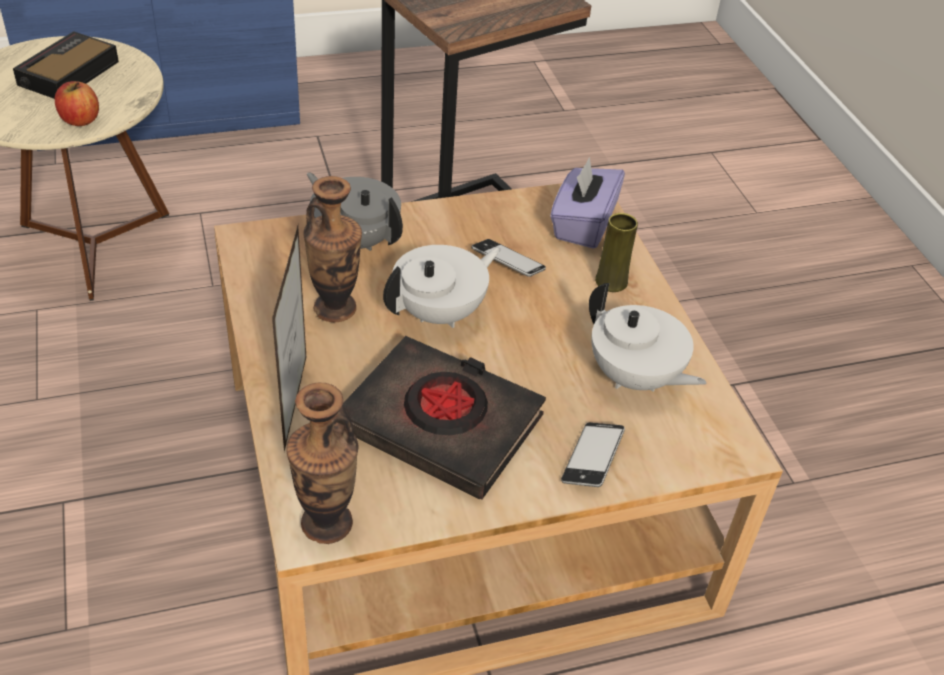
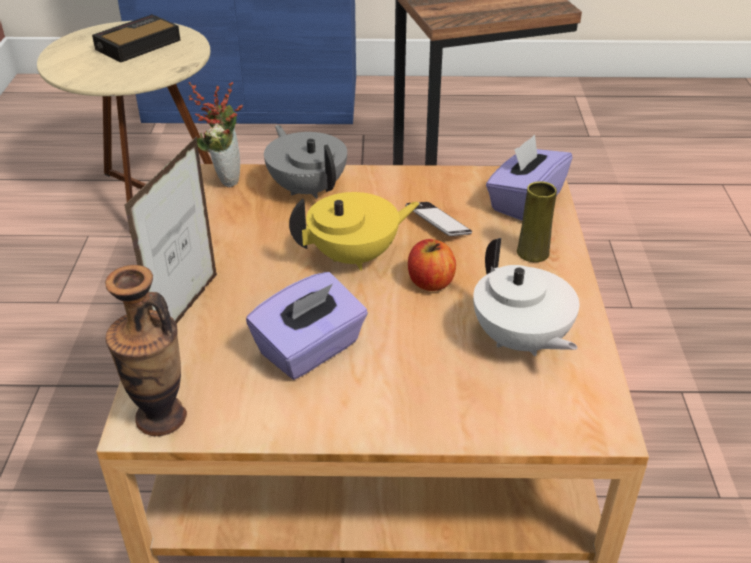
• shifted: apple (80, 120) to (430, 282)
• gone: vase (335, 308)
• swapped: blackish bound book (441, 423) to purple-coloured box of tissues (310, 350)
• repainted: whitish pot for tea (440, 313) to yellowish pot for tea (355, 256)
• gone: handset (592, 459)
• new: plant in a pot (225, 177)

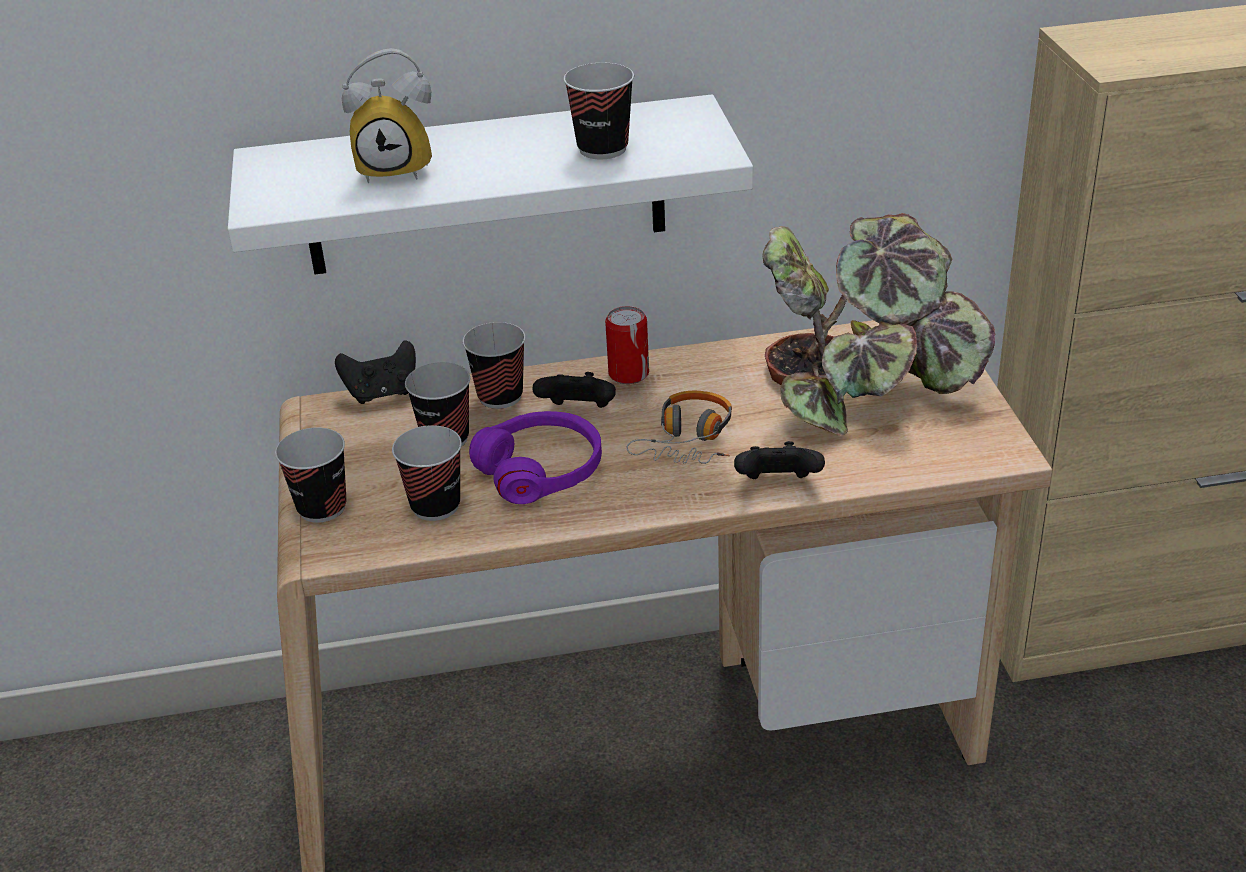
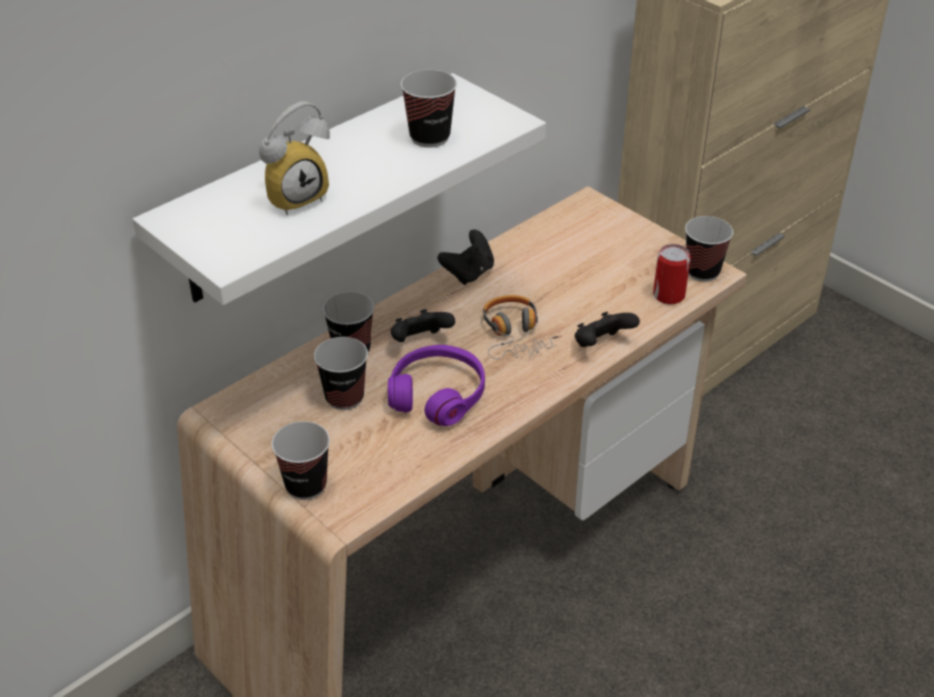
• shifted: blackish game controller (382, 393) to (469, 273)
• shifted: cup (435, 506) to (702, 272)
• shifted: sealed can (628, 374) to (669, 295)
• gone: plant in a pot (865, 387)

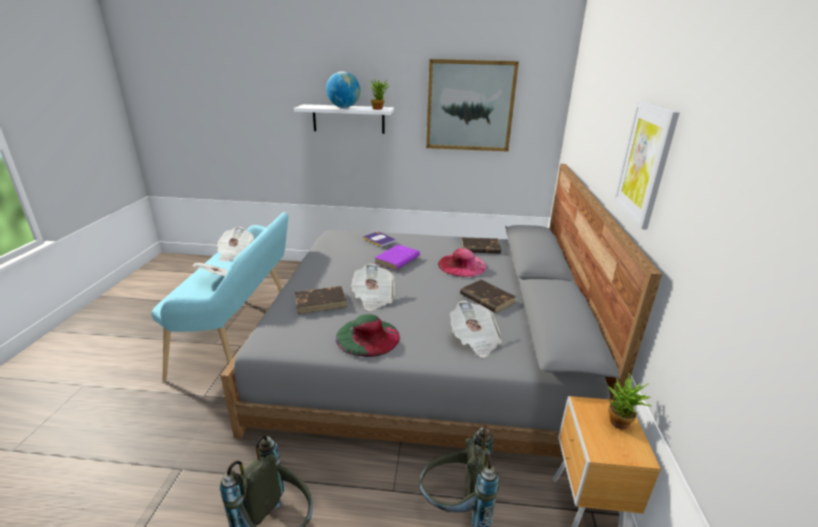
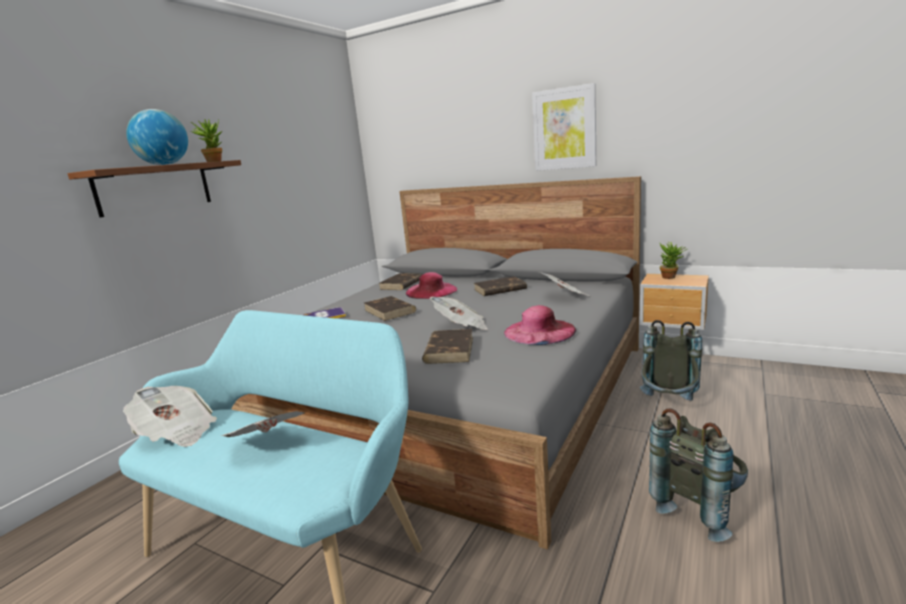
• repainted: whitish shelf (348, 119) to brownish shelf (154, 188)
• repainted: green-coloured wearable hat (367, 337) to pinkish wearable hat (539, 331)
• repainted: purple-coloured bound book (397, 260) to brownish bound book (390, 311)
• gone: wall picture (470, 106)

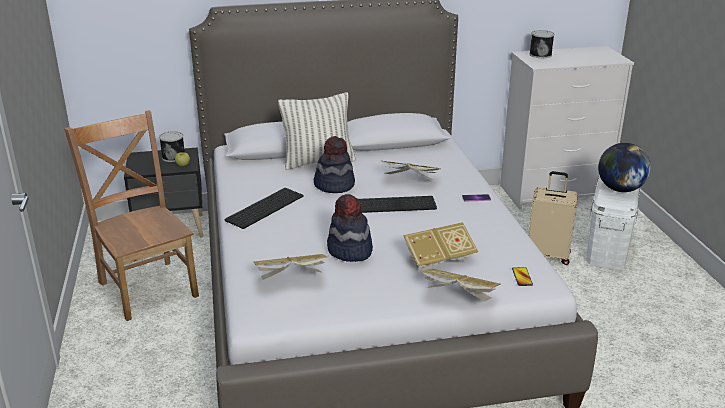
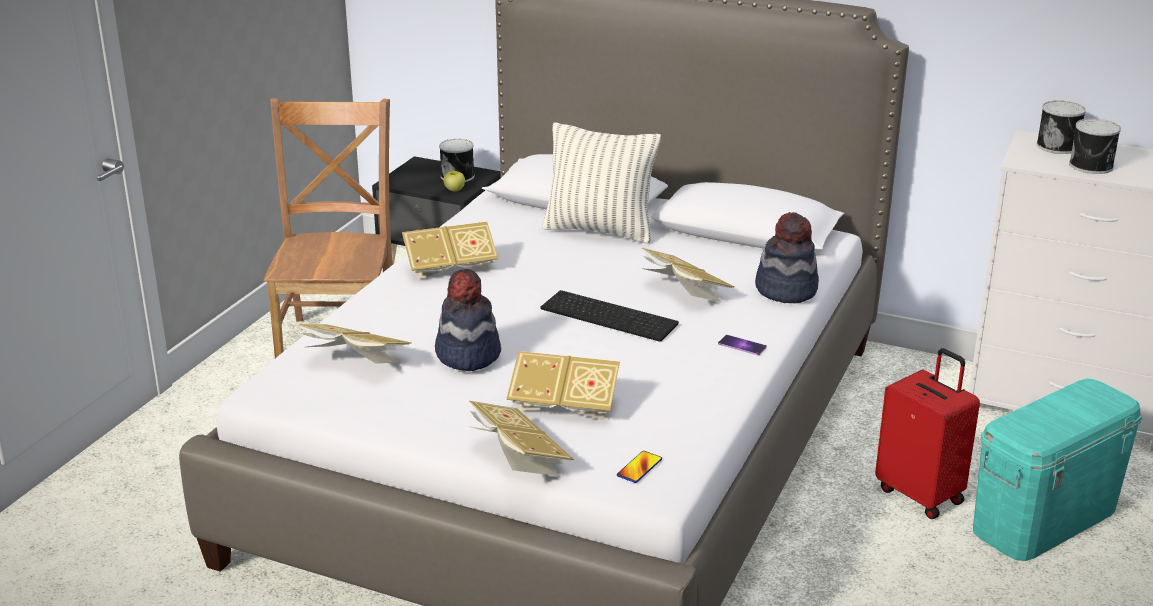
• swapped: keyboard (264, 207) to bound book (450, 268)
• shifted: wearable hat (334, 185) to (786, 290)
• repainted: beige-coloured travel case (548, 255) to red travel case (921, 494)
• repainted: whitish storage box (607, 246) to blue-green storage box (1044, 519)
• gone: desk globe (620, 189)
• new: sealed can (1092, 166)

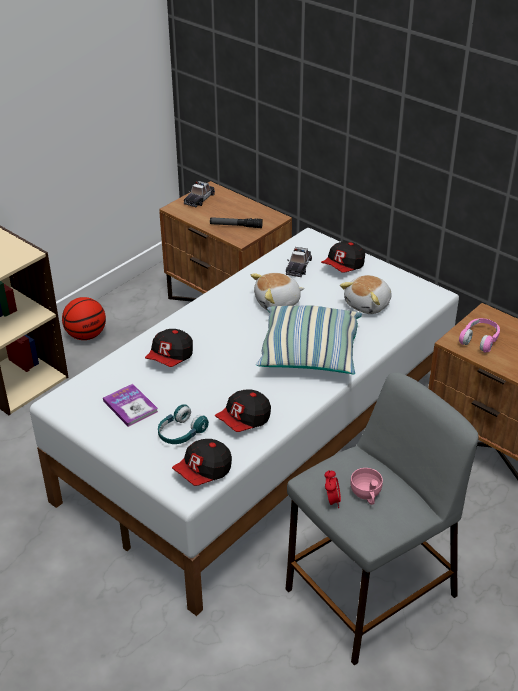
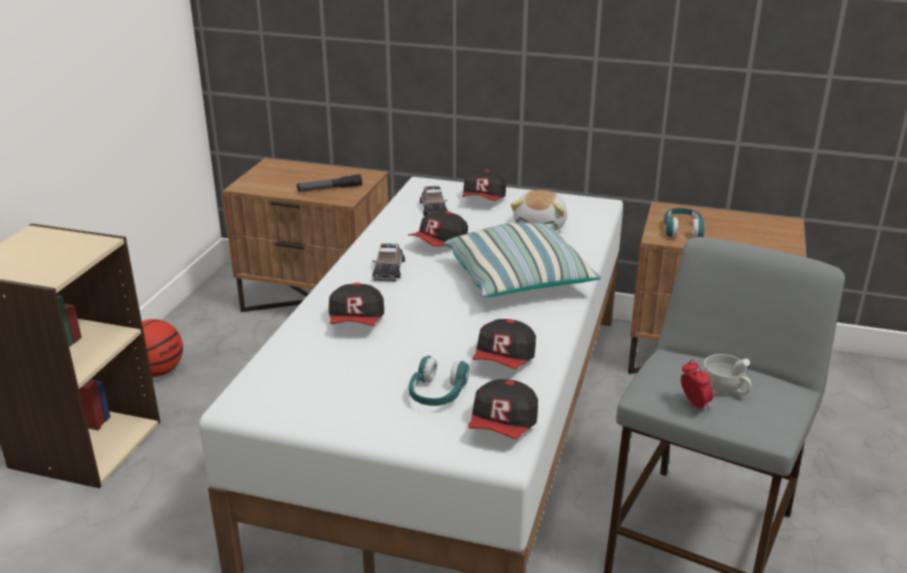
• gone: bound book (130, 406)
• shifted: miniature car (199, 199) to (388, 270)
• swapped: soft toy (277, 303) to cap (440, 244)
• repainted: pinkish cup (366, 495) to whitish cup (726, 389)
• repainted: pinkish headset (480, 340) to blue-green headset (682, 230)

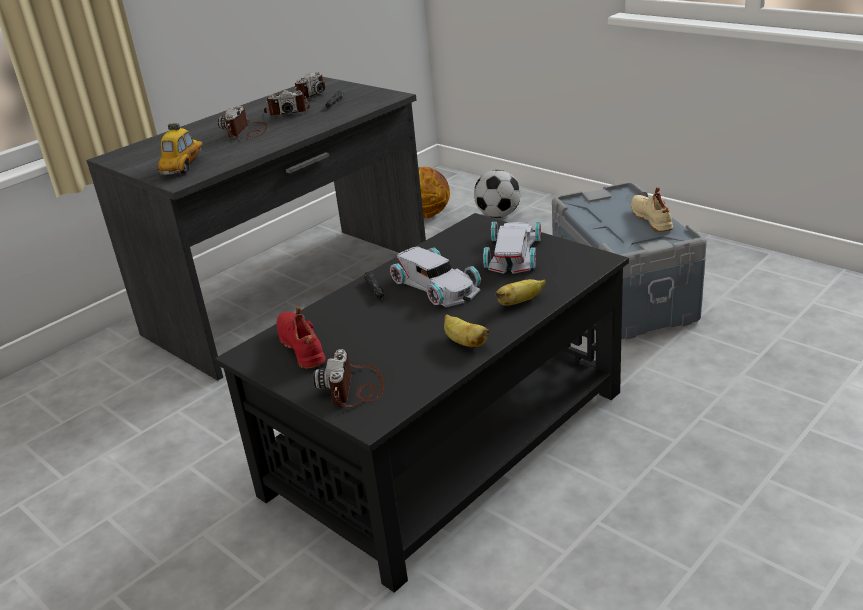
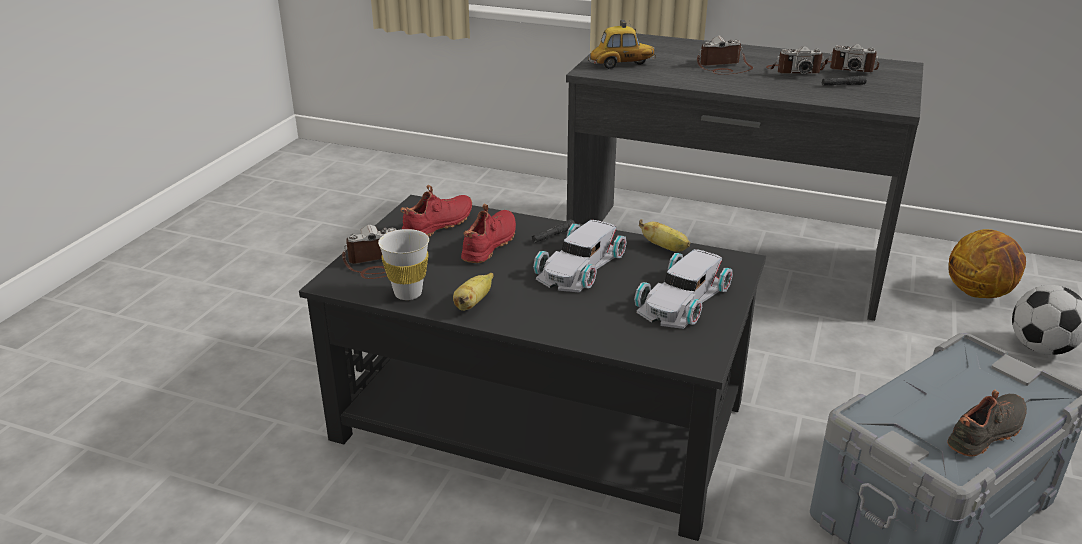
• rotated: photo camera (287, 112) = (794, 71) 60 degrees counterclockwise
• rotated: whitish miniature car (514, 252) = (681, 298) 135 degrees clockwise
• shifted: banana fruit (519, 302) to (665, 248)
• repainted: beige-coloured shoe (652, 219) to blackish shoe (988, 434)
• new: whitish cup (408, 293)
• new: red shoe (491, 245)

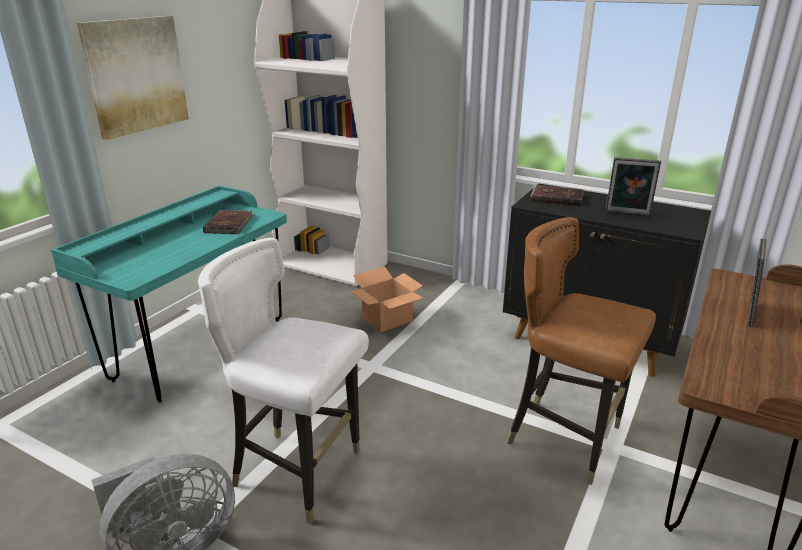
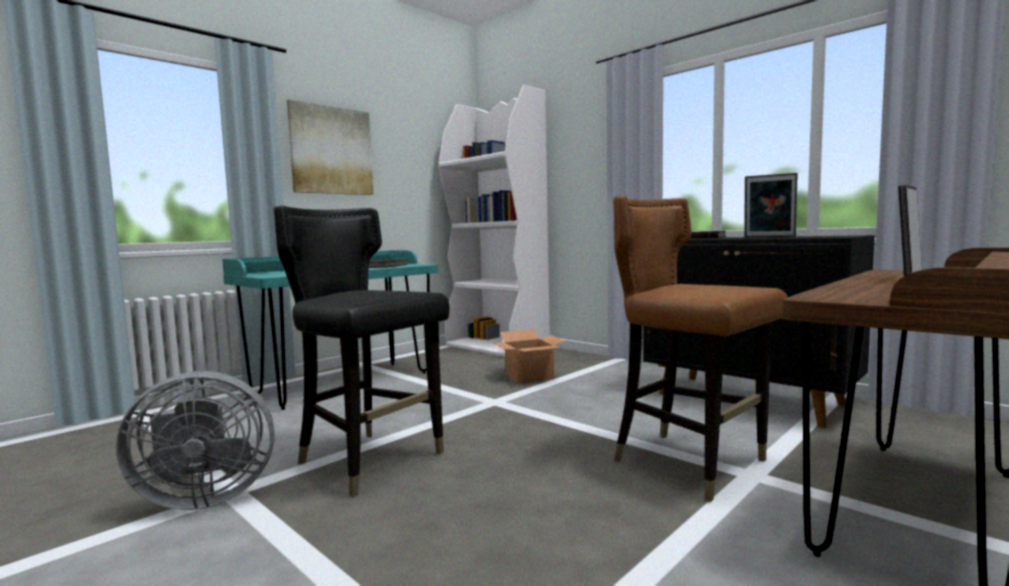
• repainted: whitish chair (298, 472) to blackish chair (370, 461)

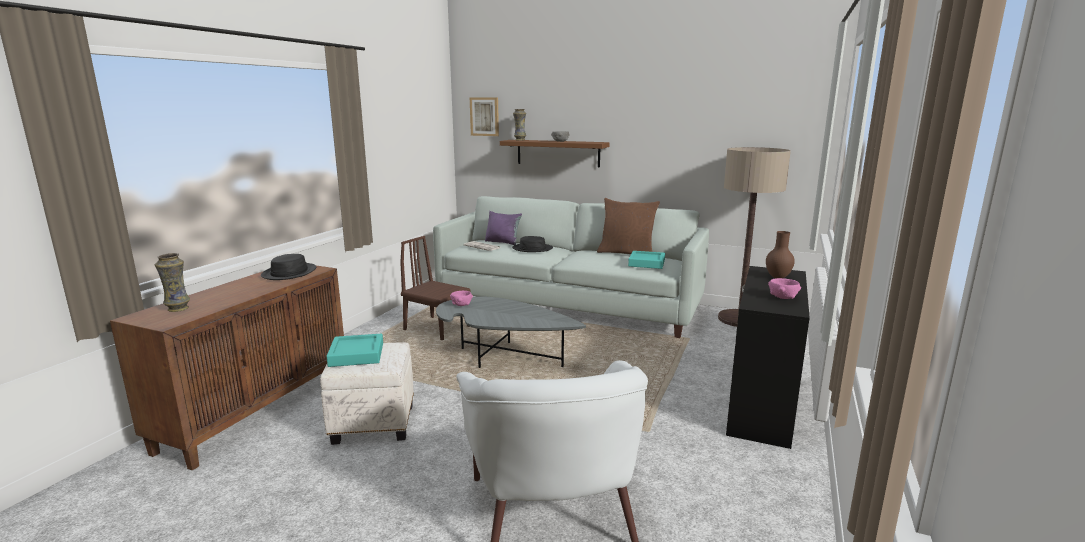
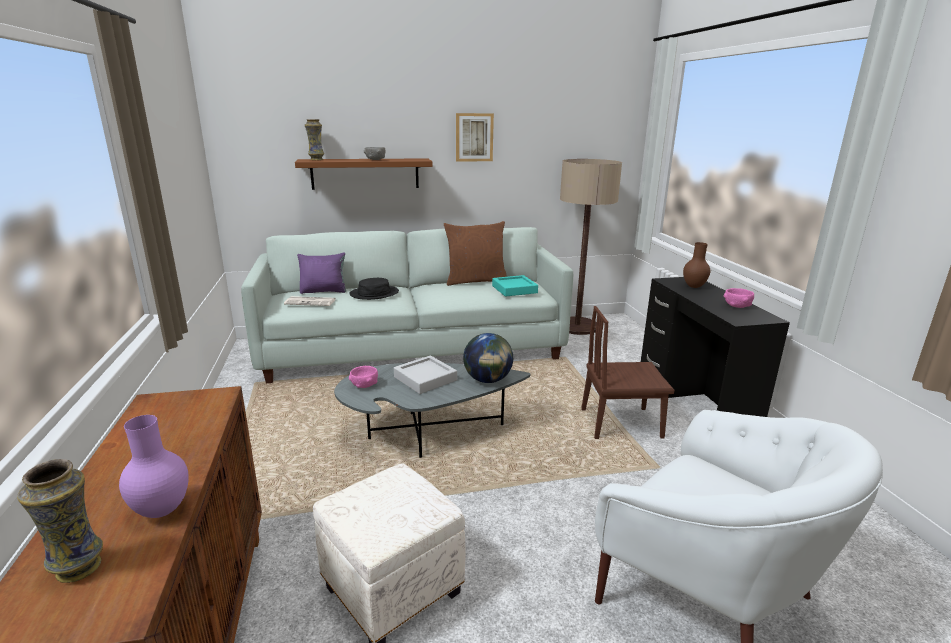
• gone: blackish wearable hat (289, 273)
• gone: blue-green serving tray (356, 355)
• shifted: brownish chair (437, 328) to (621, 423)
• shifted: wall picture (484, 116) to (474, 137)
• new: purple-coloured vase (160, 511)
• new: gray serving tray (425, 378)
• new: desk globe (488, 380)

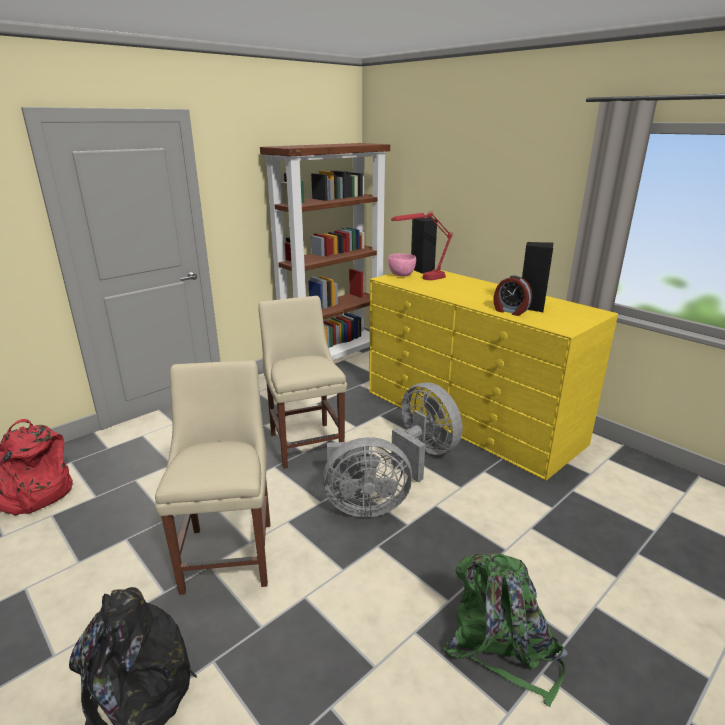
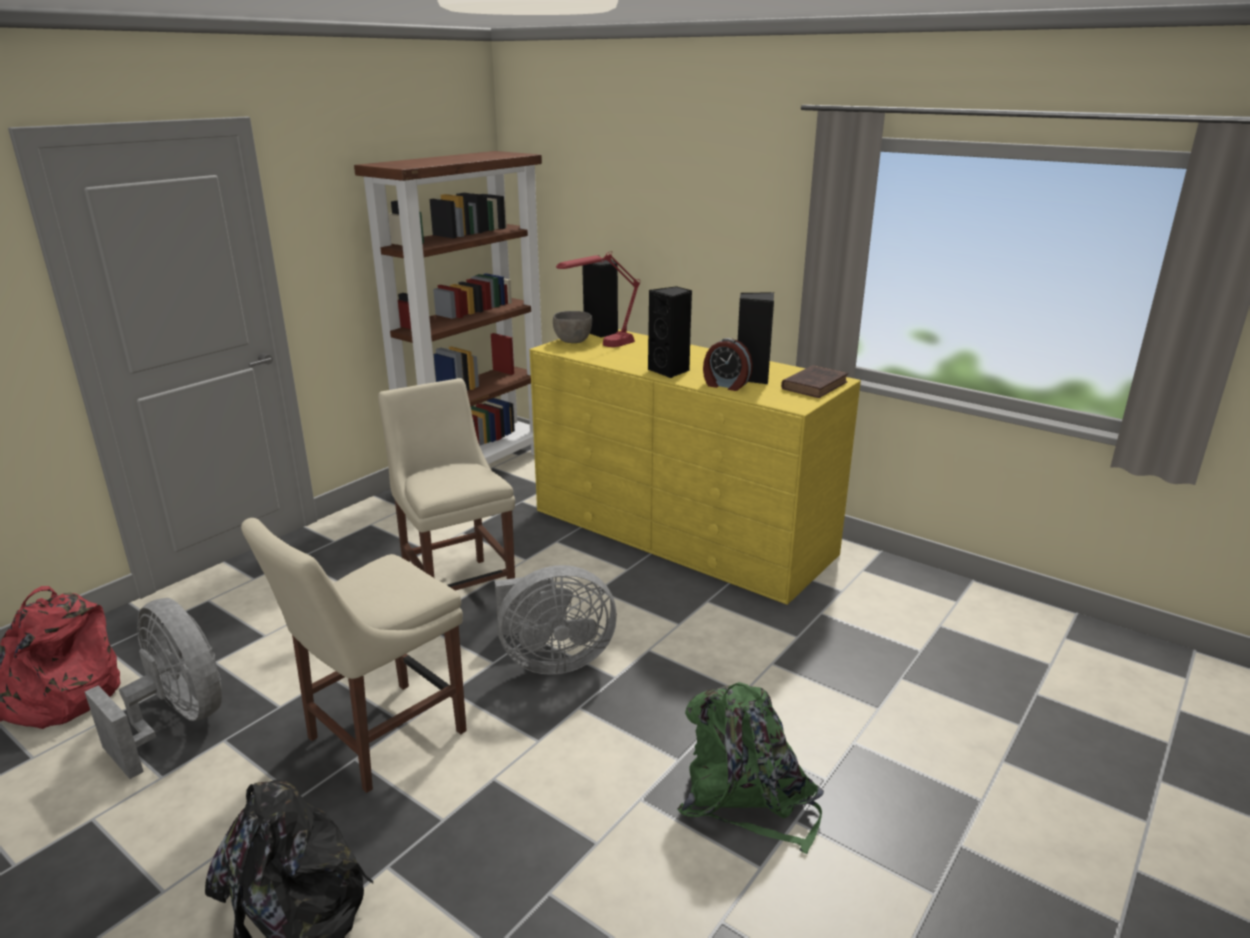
• rotated: beige-coloured chair (230, 551) = (379, 737) 120 degrees counterclockwise
• repainted: pinkish bowl (401, 275) to gray bowl (572, 341)
• shifted: gray electric fan (423, 454) to (177, 721)
• new: blackish audio speaker (670, 371)
• new: brownish bound book (815, 385)

